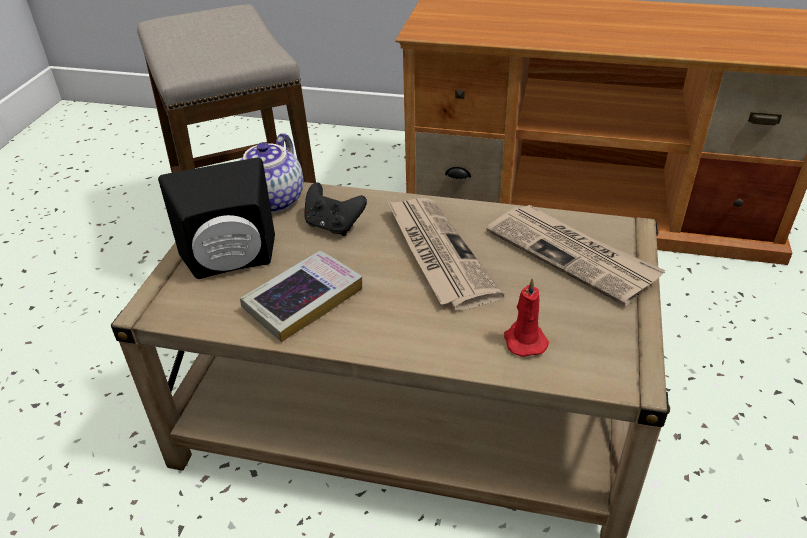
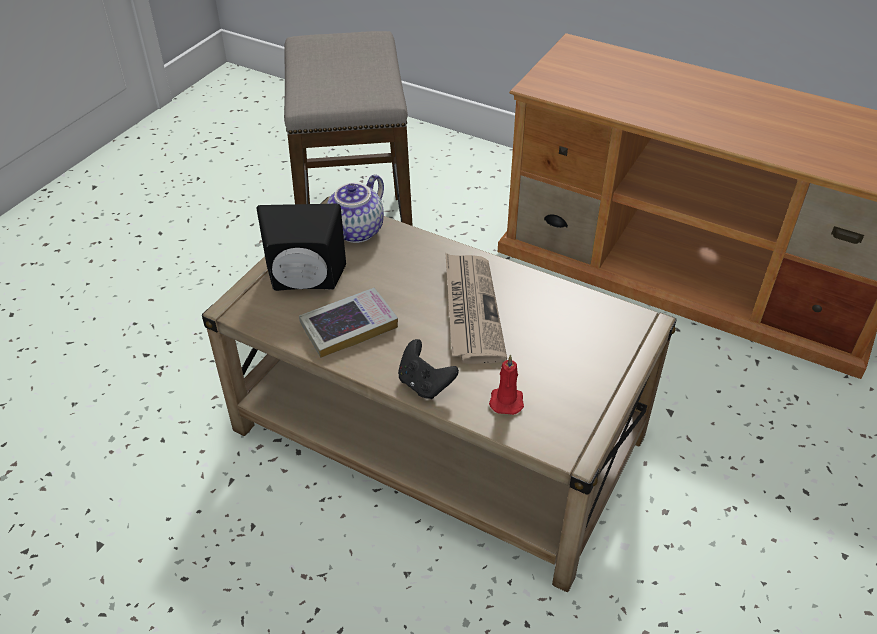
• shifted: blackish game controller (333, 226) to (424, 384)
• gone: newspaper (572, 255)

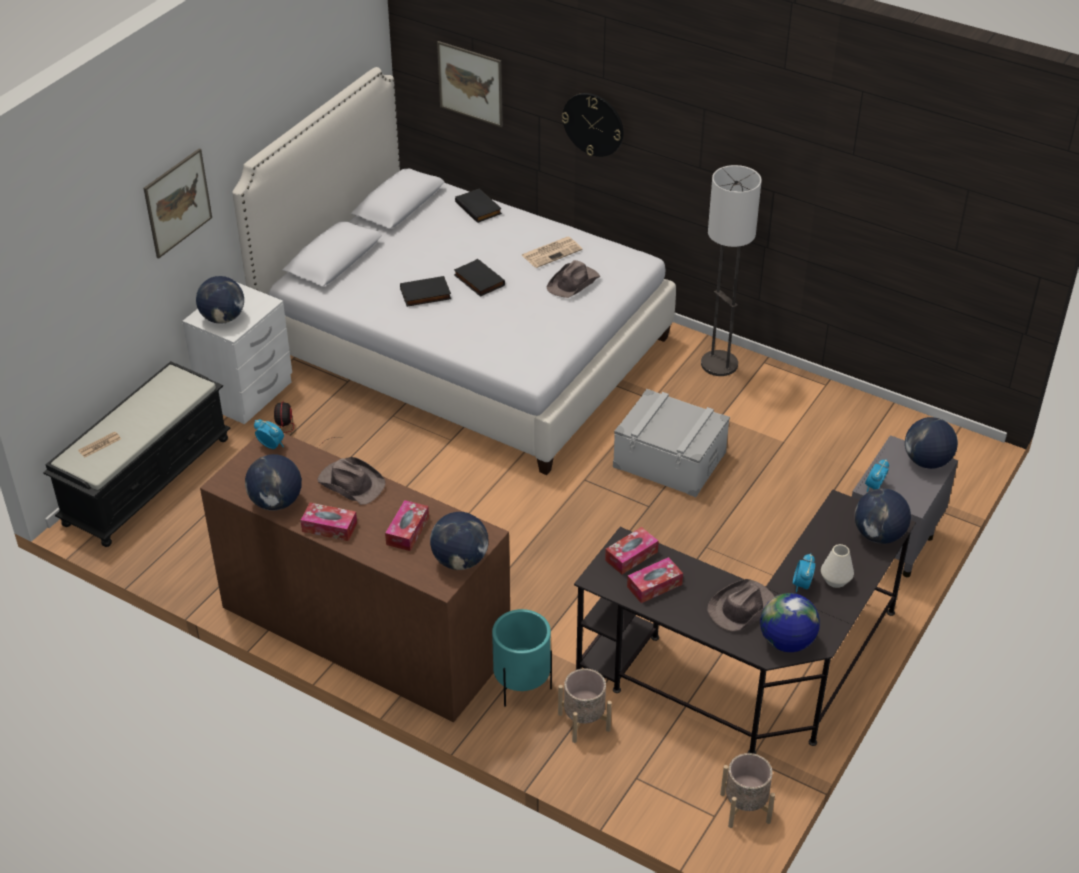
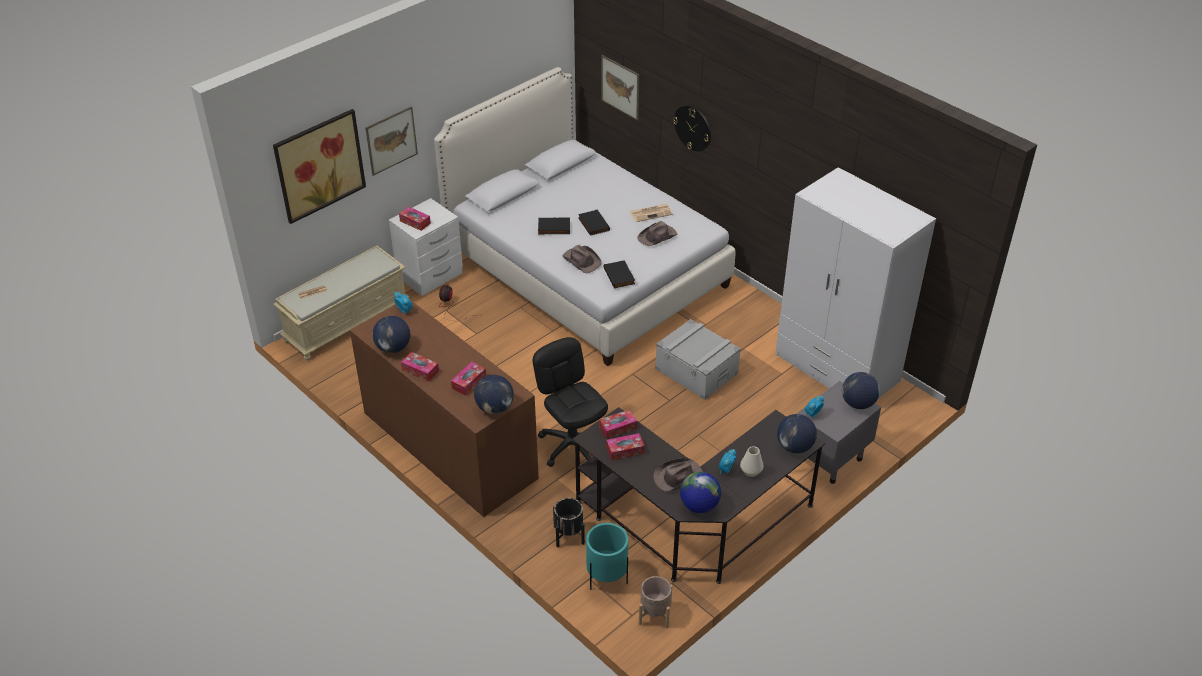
• repainted: blackish long seat (147, 479) to beige-coloured long seat (347, 321)
• swapped: desk globe (223, 318) to box of tissues (415, 222)
• shifted: brownish wearable hat (351, 483) to (582, 260)
• shifted: blackish bound book (479, 208) to (620, 276)
• shifted: blue-green planter (521, 687) to (606, 578)
• repainted: beige-coloured planter (584, 722) to blackish planter (569, 535)
• gone: floor lamp (719, 364)
• new: wall picture (319, 165)
• new: blackish desk chair (572, 445)
• new: whitish clothes cupboard (836, 369)

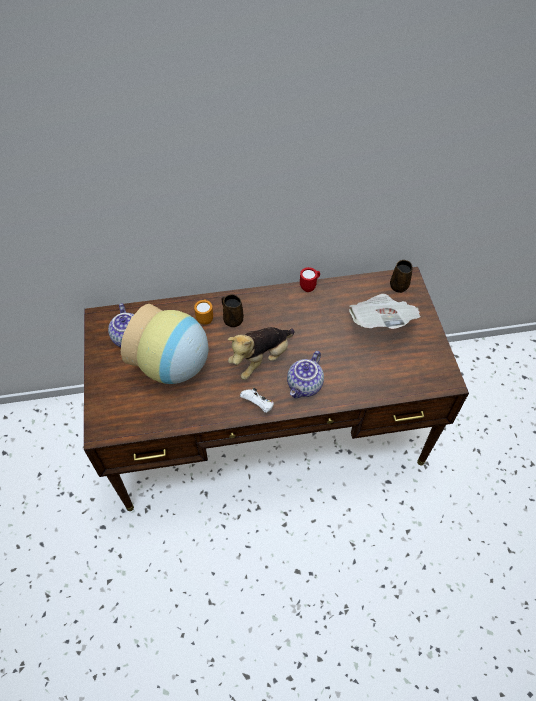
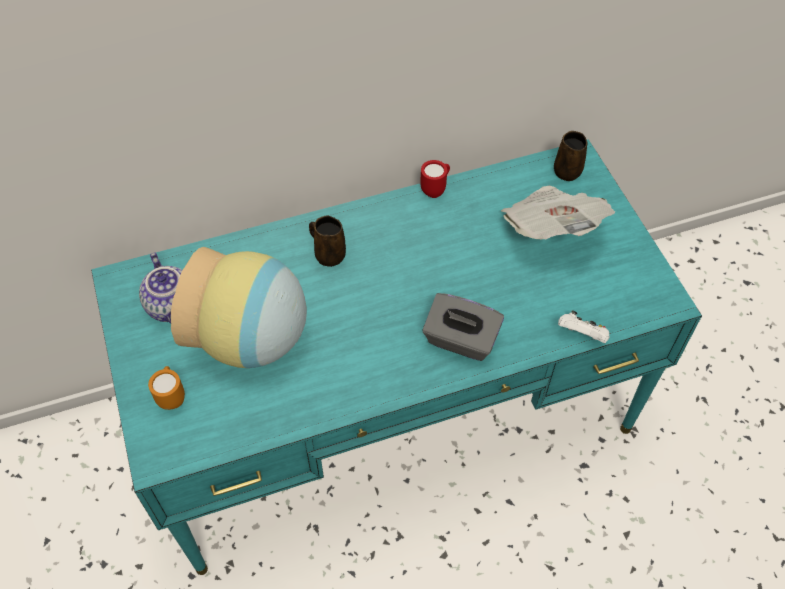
• repainted: brownish desk unit (268, 429) to blue-green desk unit (391, 414)
• shifted: orange-coloured tea mug (205, 318) to (172, 397)
• gone: soft toy (261, 359)
• shifted: whitish game controller (258, 405) to (582, 335)
• swapped: pot for tea (305, 386) to gray box of tissues (460, 340)

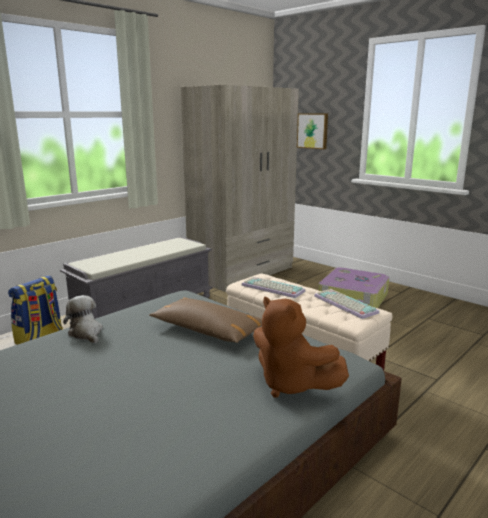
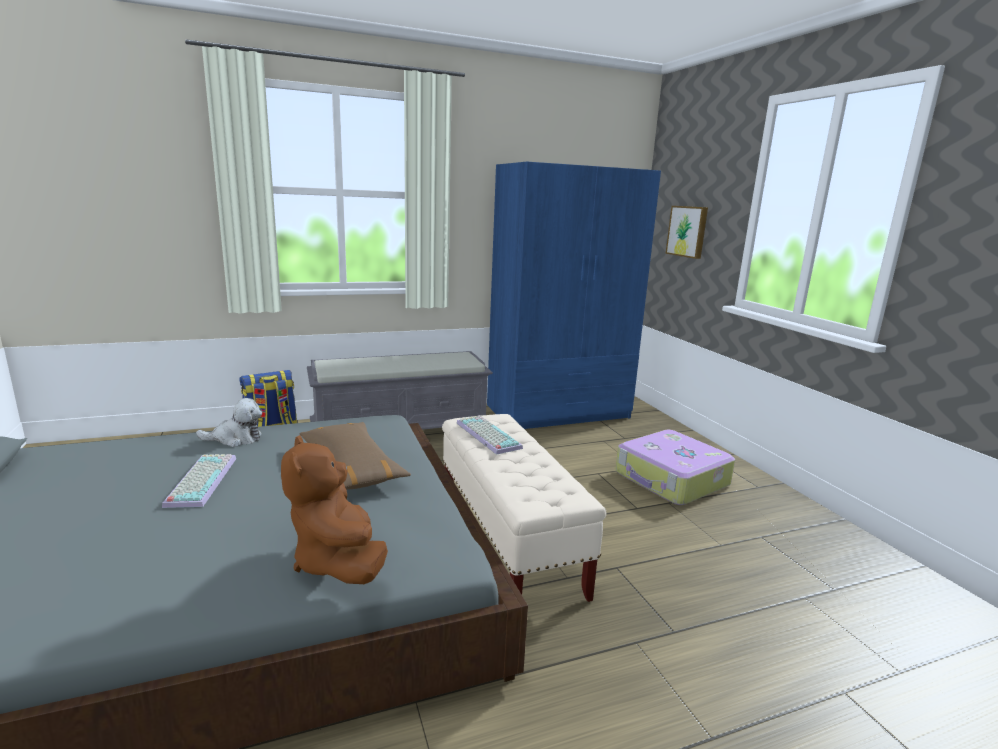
• rotated: soft toy (86, 333) = (235, 439) 90 degrees clockwise
• repainted: beige-coloured clothes cupboard (242, 273) to blue clothes cupboard (558, 412)
• shifted: keyboard (343, 304) to (200, 480)

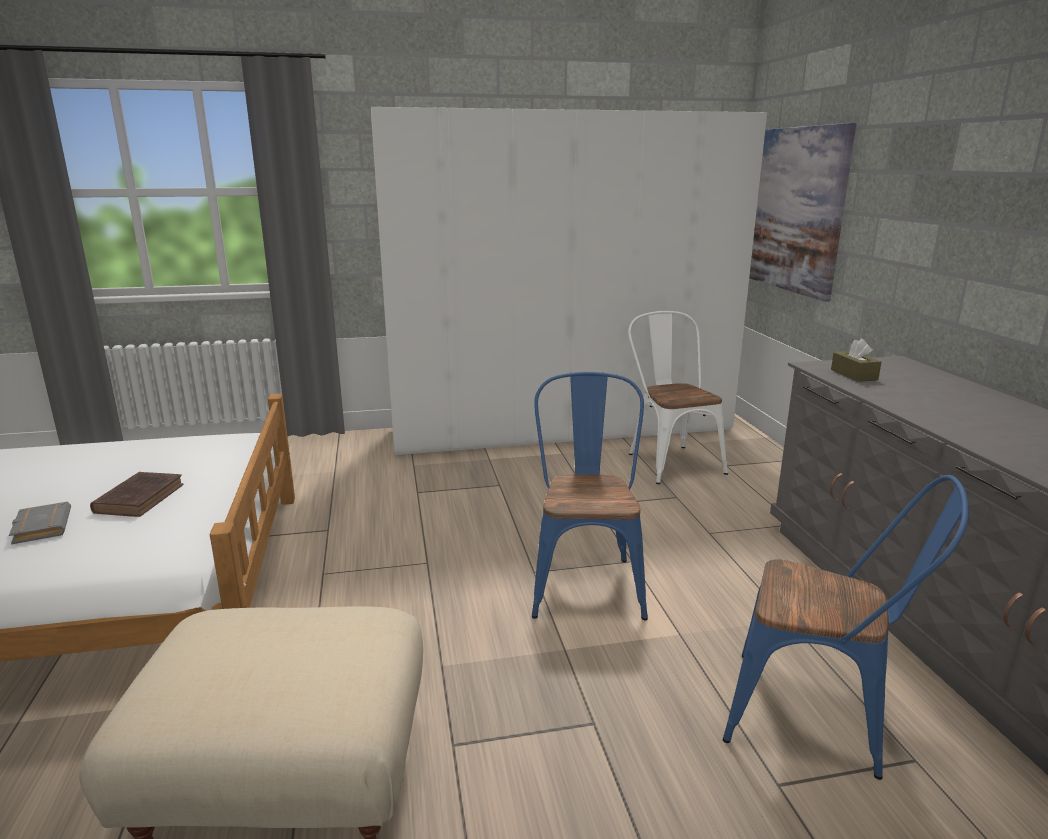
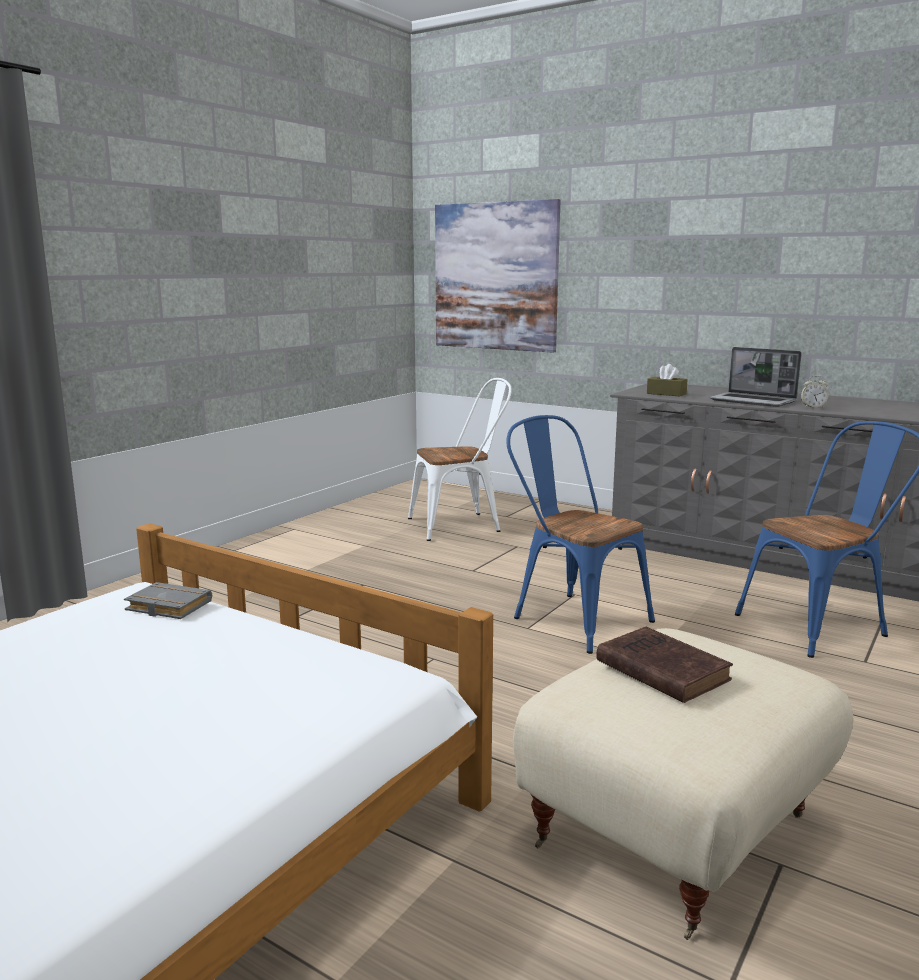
• shifted: gray bound book (40, 527) to (166, 607)
• shifted: brownish bound book (141, 497) to (659, 669)
• gone: whitish clothes cupboard (563, 429)
• rotated: whitish chair (670, 460) = (461, 525) 135 degrees clockwise
• new: laptop (753, 401)
• new: bedside clock (812, 407)

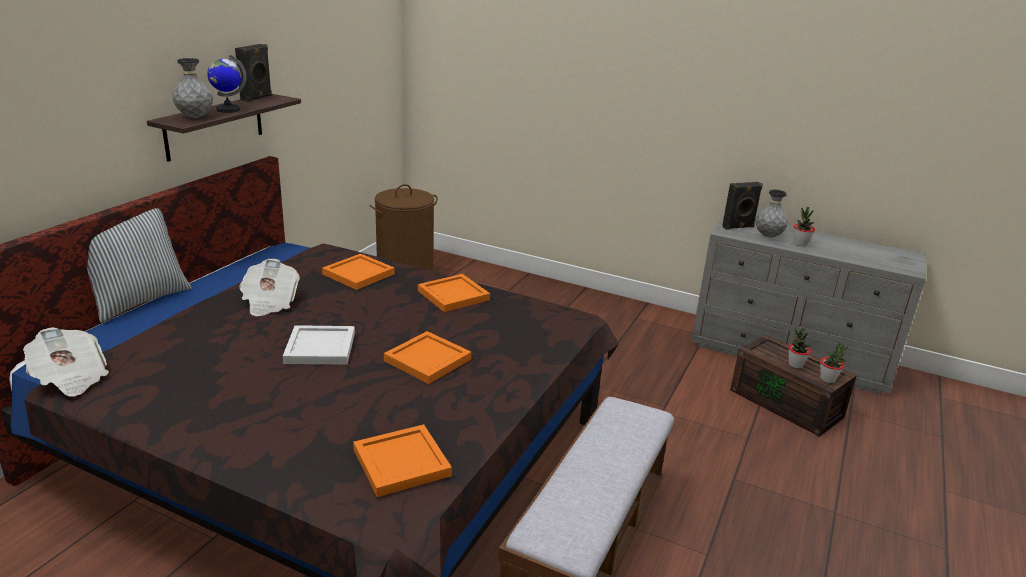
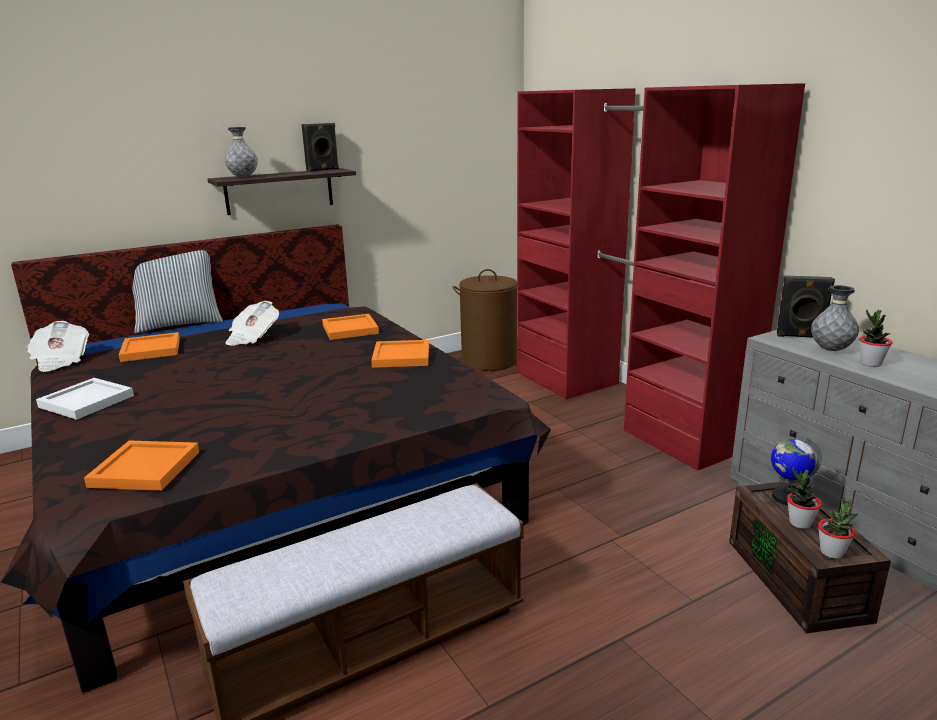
• shifted: desk globe (228, 110) to (786, 497)
• shifted: whitish serving tray (319, 348) to (85, 401)
• shifted: orange-coloured serving tray (426, 360) to (150, 349)
• new: red clothes cupboard (621, 406)

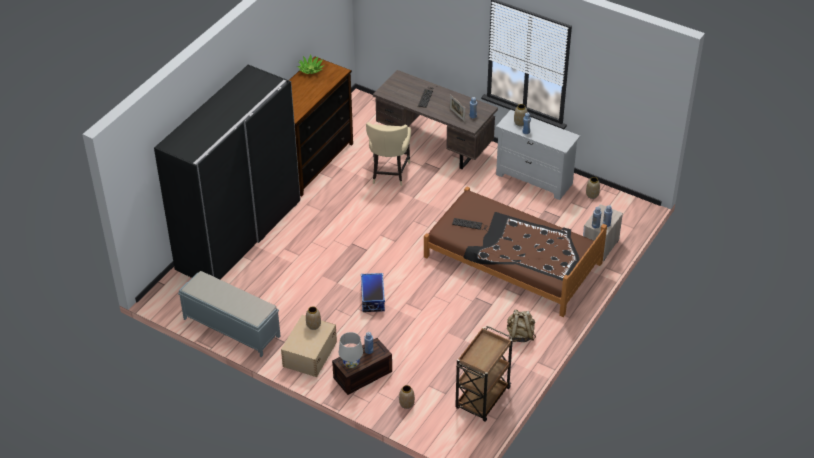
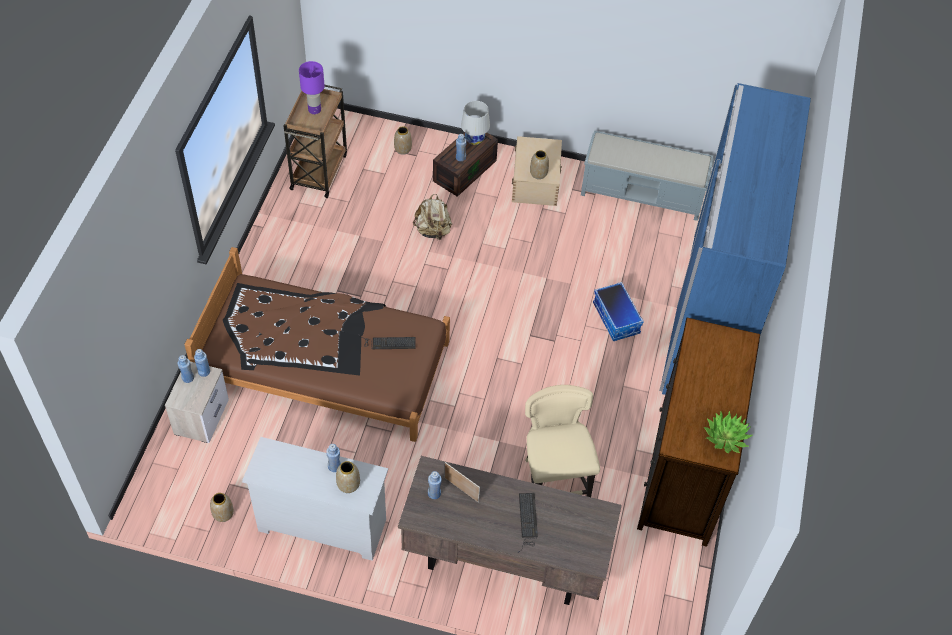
• repainted: blackish clothes cupboard (238, 234) to blue clothes cupboard (711, 320)
• shifted: storage box (372, 298) to (616, 318)
• shifted: beige-coloured rucksack (520, 335) to (433, 231)
• new: purple-coloured tabletop lamp (314, 110)

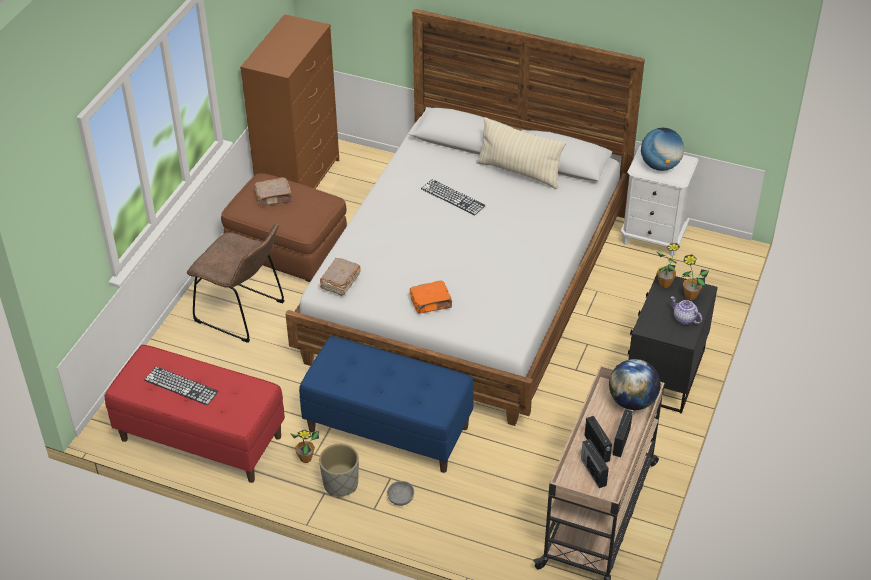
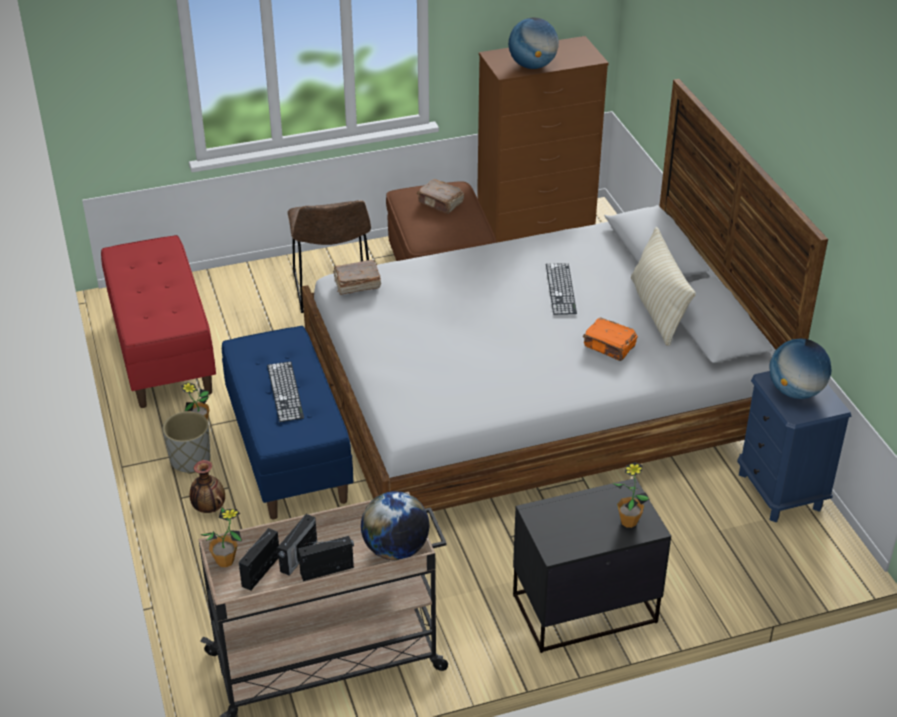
• shifted: keyboard (181, 386) to (285, 391)
• swapped: gray bowl (400, 499) to vase (208, 508)
• shifted: orange-coloured bound book (431, 303) to (609, 346)
• repainted: whitish bedside table (653, 237) to blue bedside table (780, 491)
• shifted: plant in a pot (665, 283) to (225, 561)
• gone: pot for tea (684, 319)
• new: desk globe (532, 66)

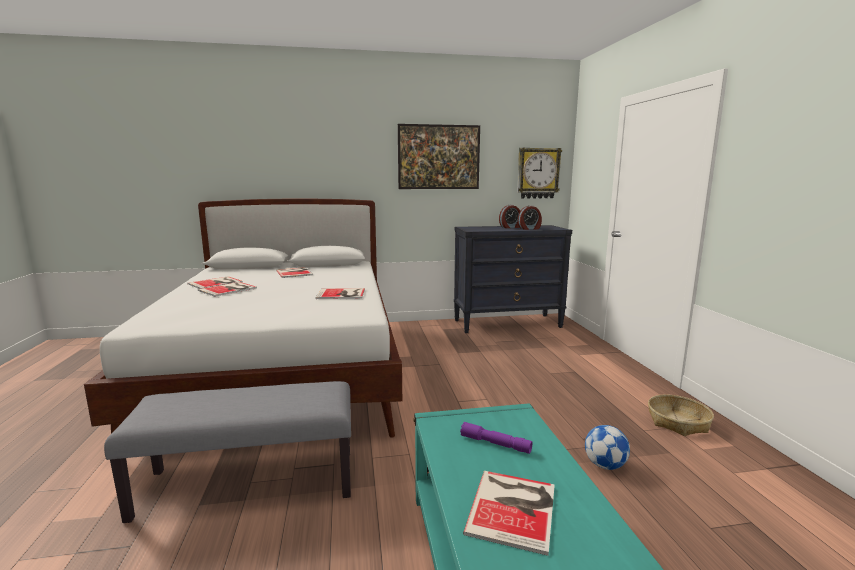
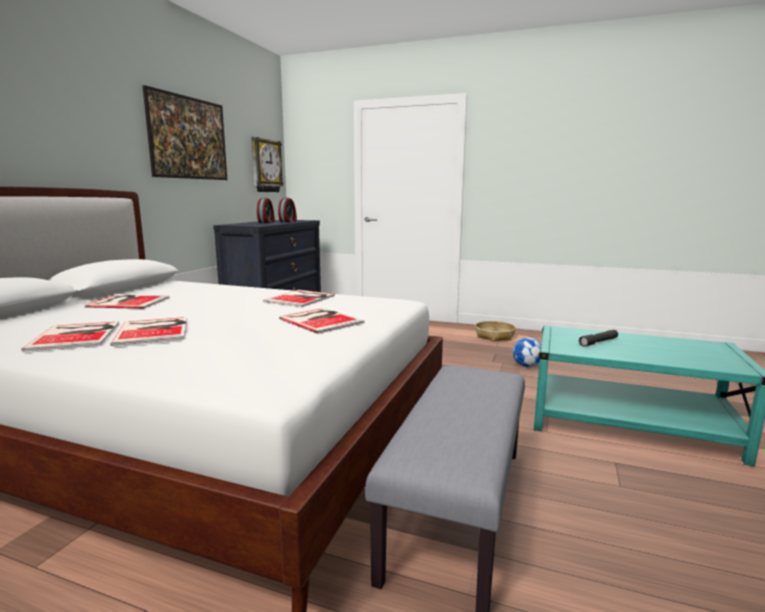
• repainted: purple-coloured torch (495, 444) to gray torch (598, 342)
• shifted: bound book (515, 508) to (321, 320)

